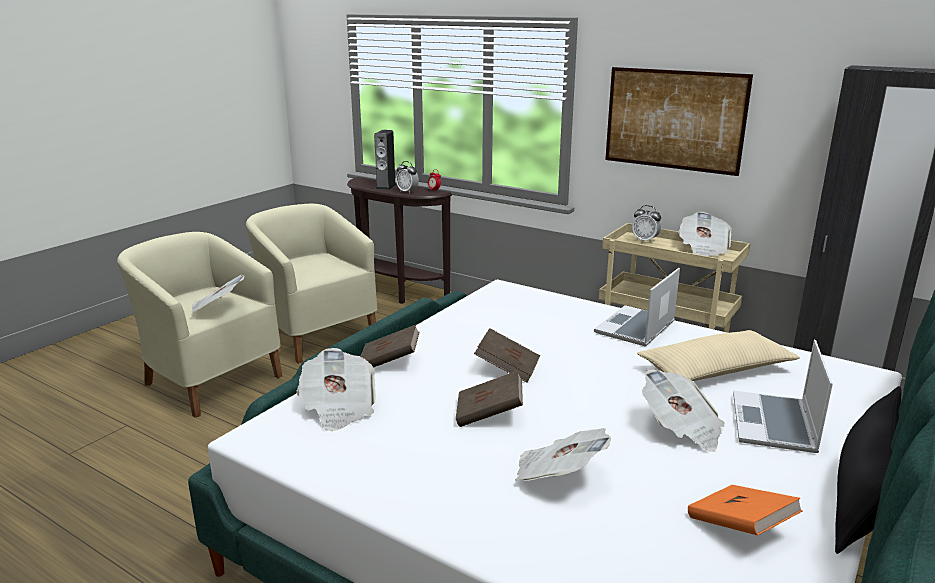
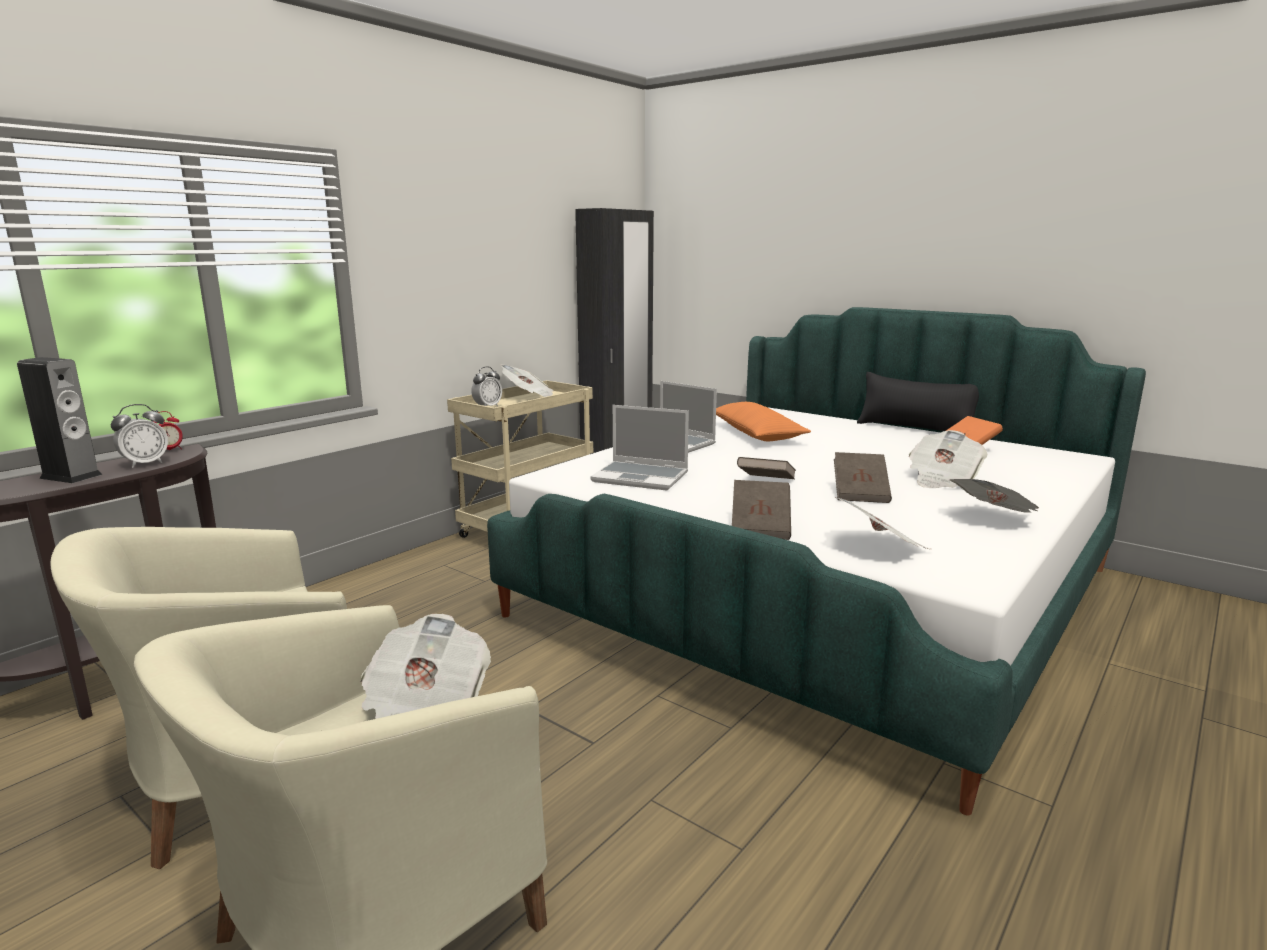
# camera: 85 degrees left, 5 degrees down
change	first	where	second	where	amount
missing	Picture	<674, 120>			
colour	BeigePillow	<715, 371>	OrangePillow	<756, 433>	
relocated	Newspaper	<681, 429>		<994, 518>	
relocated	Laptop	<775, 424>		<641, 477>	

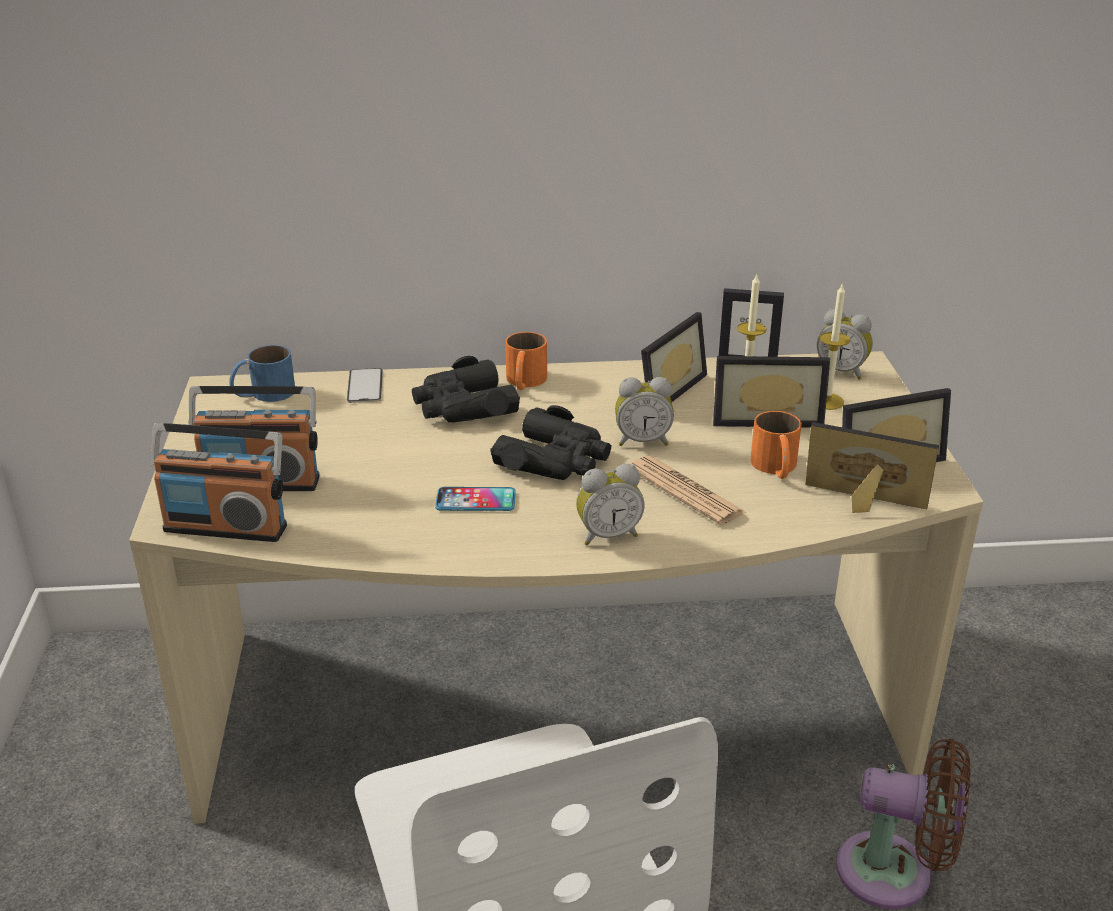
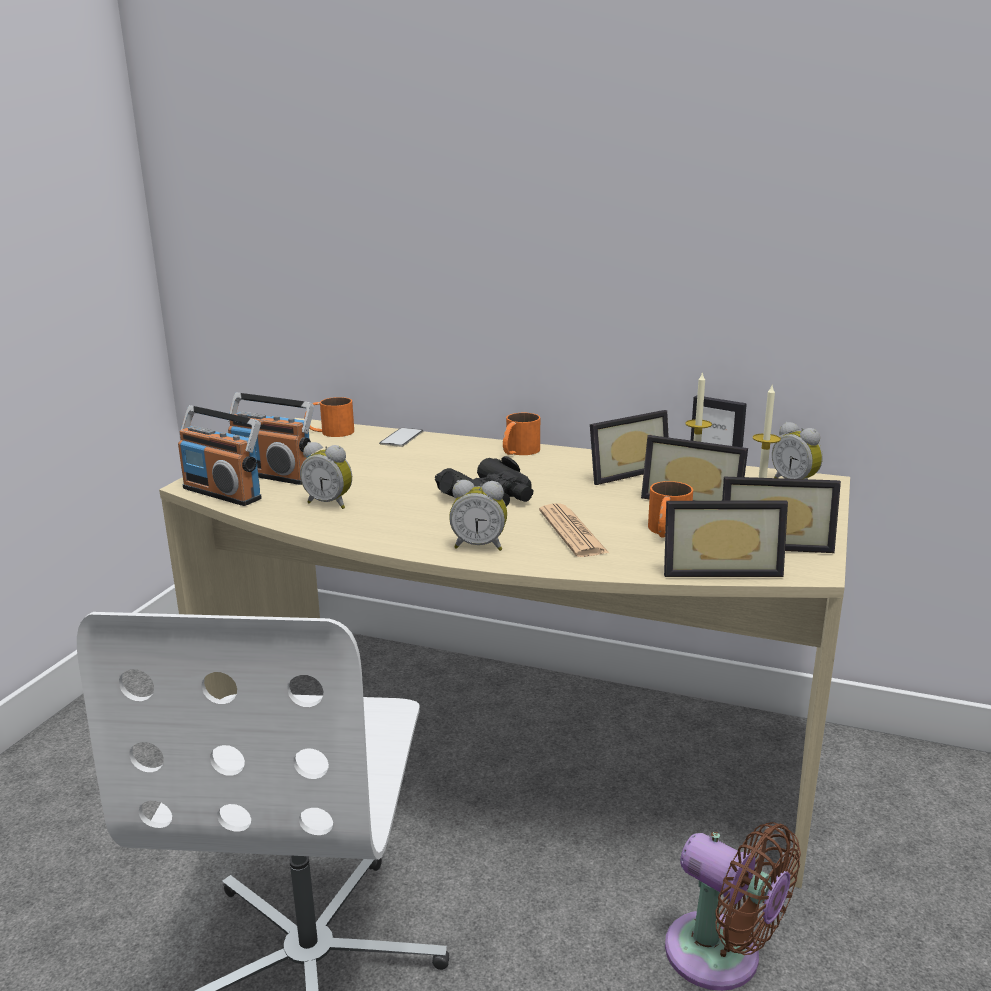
# camera: 25 degrees right, 10 degrees down
change	first	where	second	where	amount
colour	BlueMug	<263, 394>	OrangeMug	<329, 432>	
missing	BlackBinoculars	<463, 406>			
missing	Phone	<475, 500>			
relocated	AlarmClock	<642, 441>		<330, 503>	
spun	PictureFrame	<862, 505>		<719, 568>	135 degrees clockwise

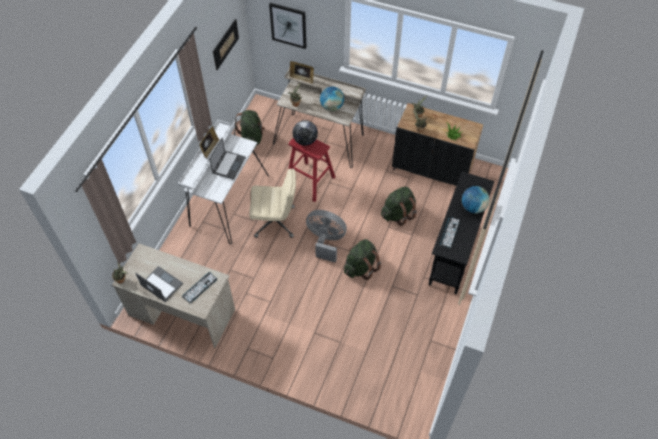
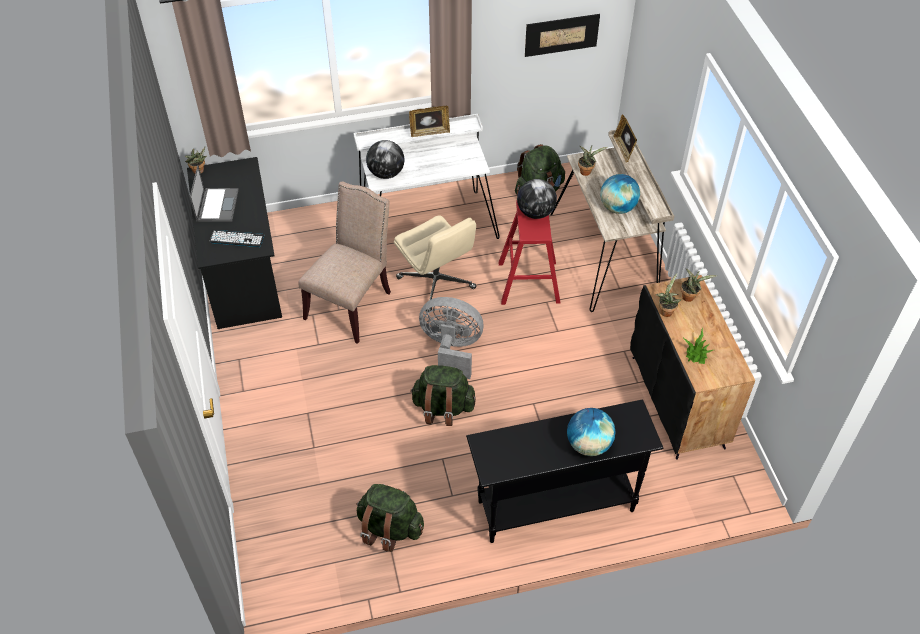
# camera: 55 degrees right, 5 degrees down
change	first	where	second	where	amount
colour	BeigeDesk	<182, 312>	BlackDesk	<243, 273>	
missing	Laptop	<229, 164>			
missing	Picture	<288, 25>			
spun	GreyFan	<326, 241>		<451, 349>	60 degrees counterclockwise
relocated	GreenBackpack	<398, 214>		<389, 528>	
missing	Keyboard	<450, 233>			
appeared			BeigeChair	<351, 304>	
appeared			Globe	<386, 173>	

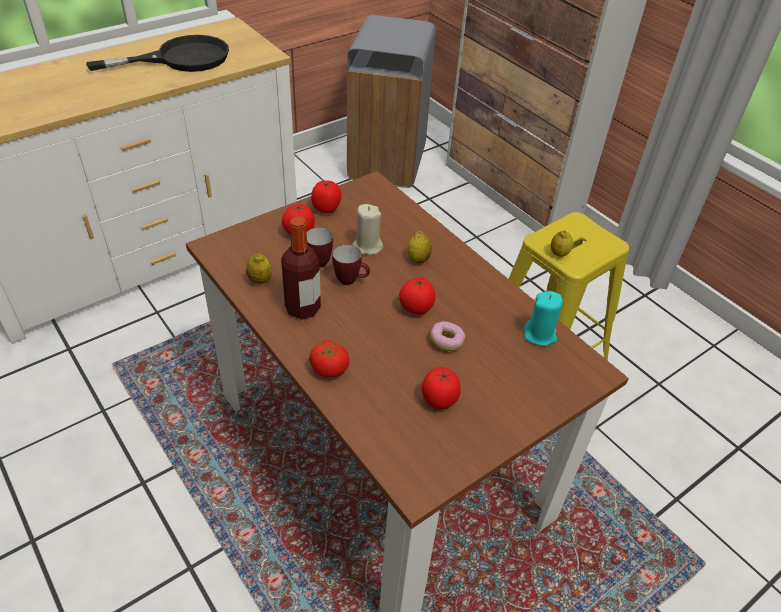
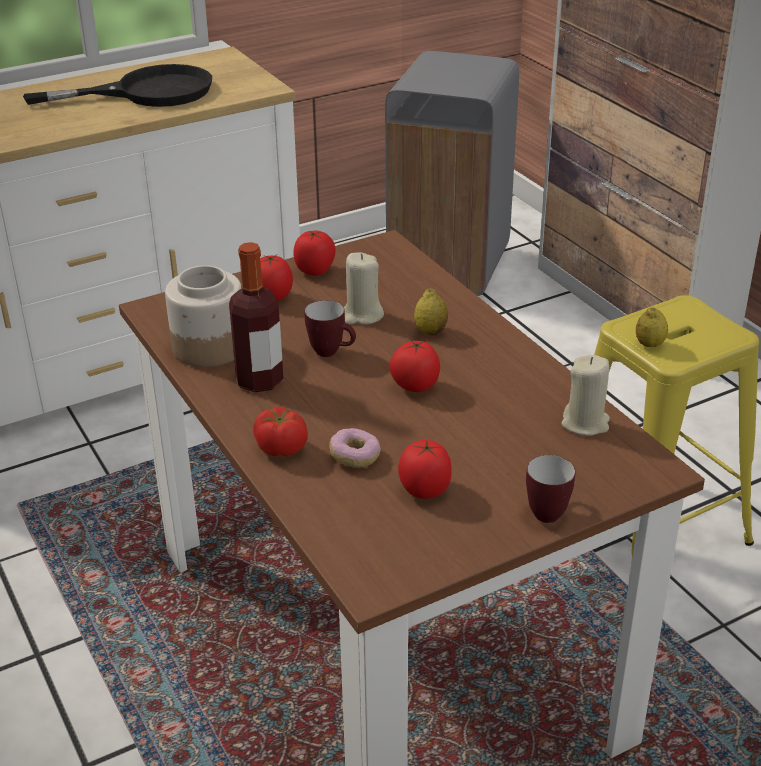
# camera: 10 degrees right, 10 degrees down
change	first	where	second	where	amount
exchanged	Lemon	<260, 280>	Jar	<208, 347>	
relocated	Mug	<320, 260>		<547, 511>	
relocated	Donut	<446, 341>		<355, 457>	
colour	TurquoiseCandle	<540, 335>	BeigeCandle	<585, 423>	

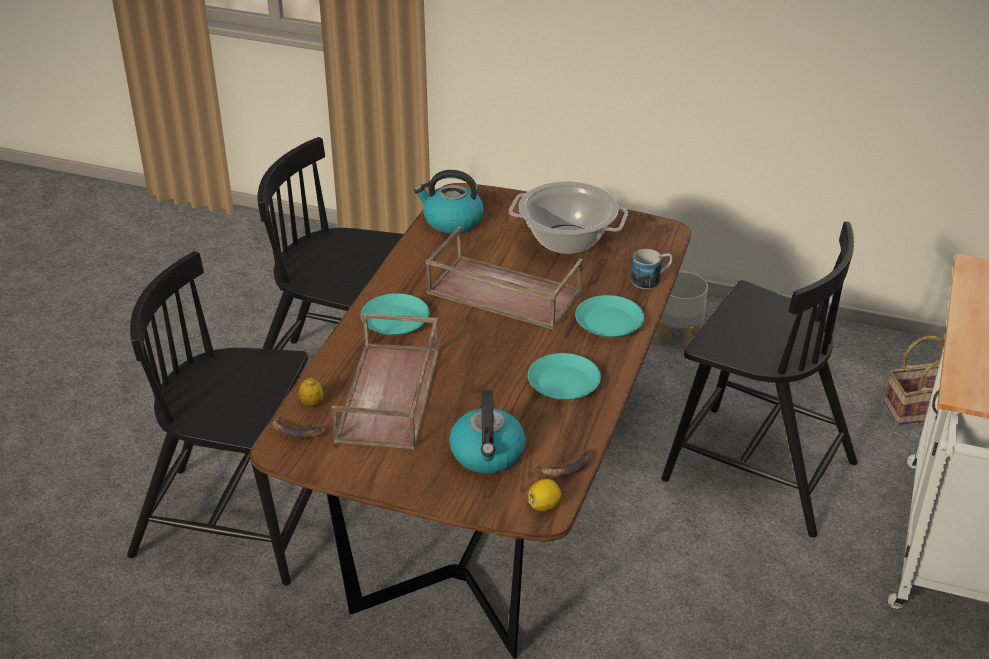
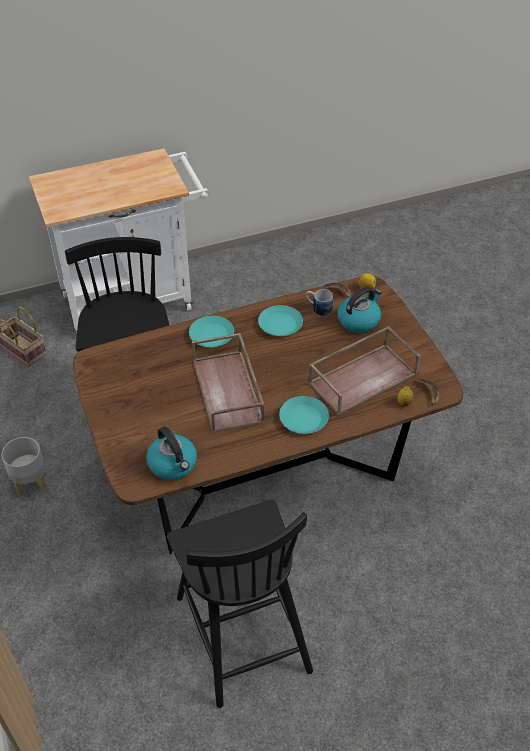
# camera: 130 degrees left, 10 degrees up
change	first	where	second	where	amount
missing	BlackChair	<236, 524>			
missing	CookingPot	<566, 240>			
relocated	Mug	<651, 280>		<318, 308>	

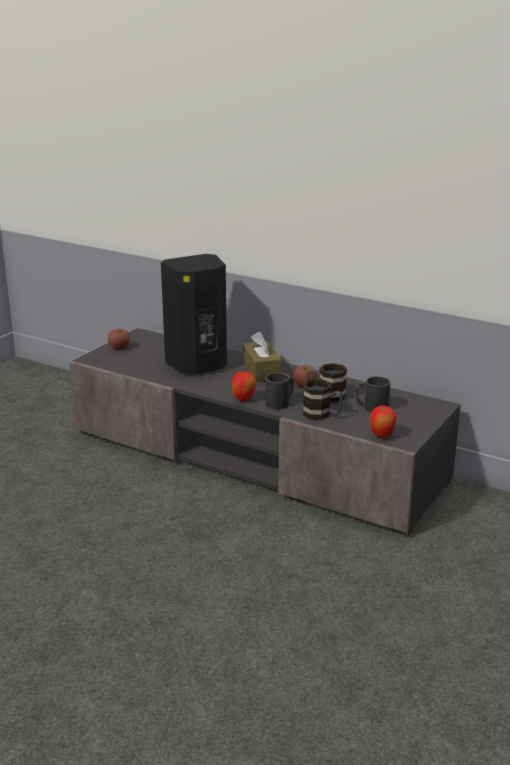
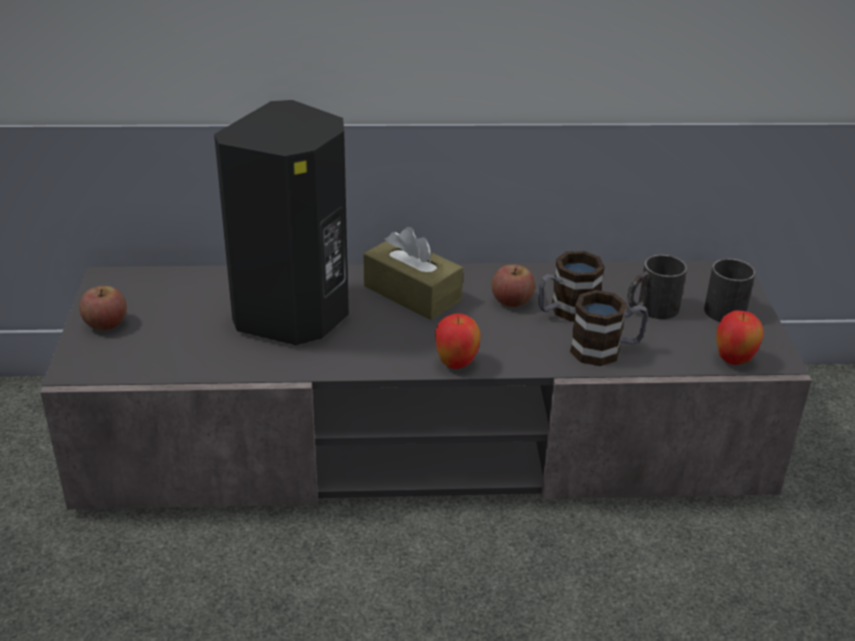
# camera: 35 degrees left, 10 degrees up
change	first	where	second	where	amount
relocated	BlackMug	<281, 402>		<725, 306>	

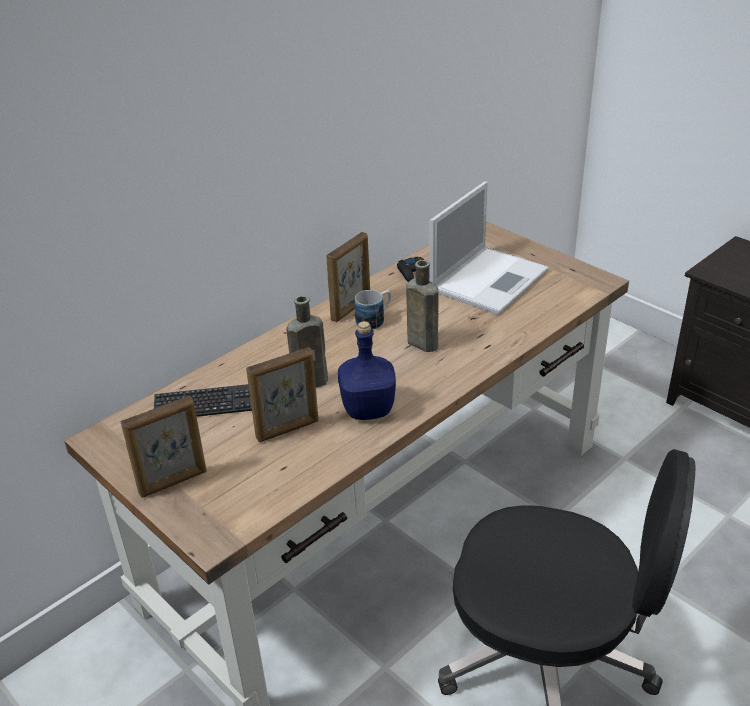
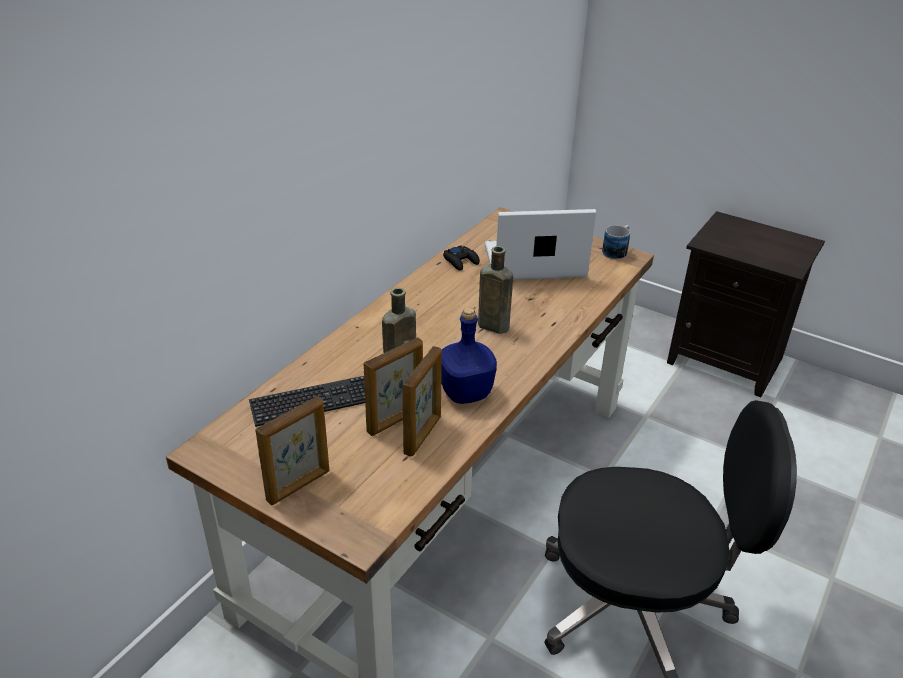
# camera: 15 degrees left, 0 degrees up
change	first	where	second	where	amount
relocated	PictureFrame	<351, 308>		<423, 435>	
relocated	Mug	<375, 319>		<617, 251>	
spun	Laptop	<490, 279>		<532, 262>	120 degrees counterclockwise

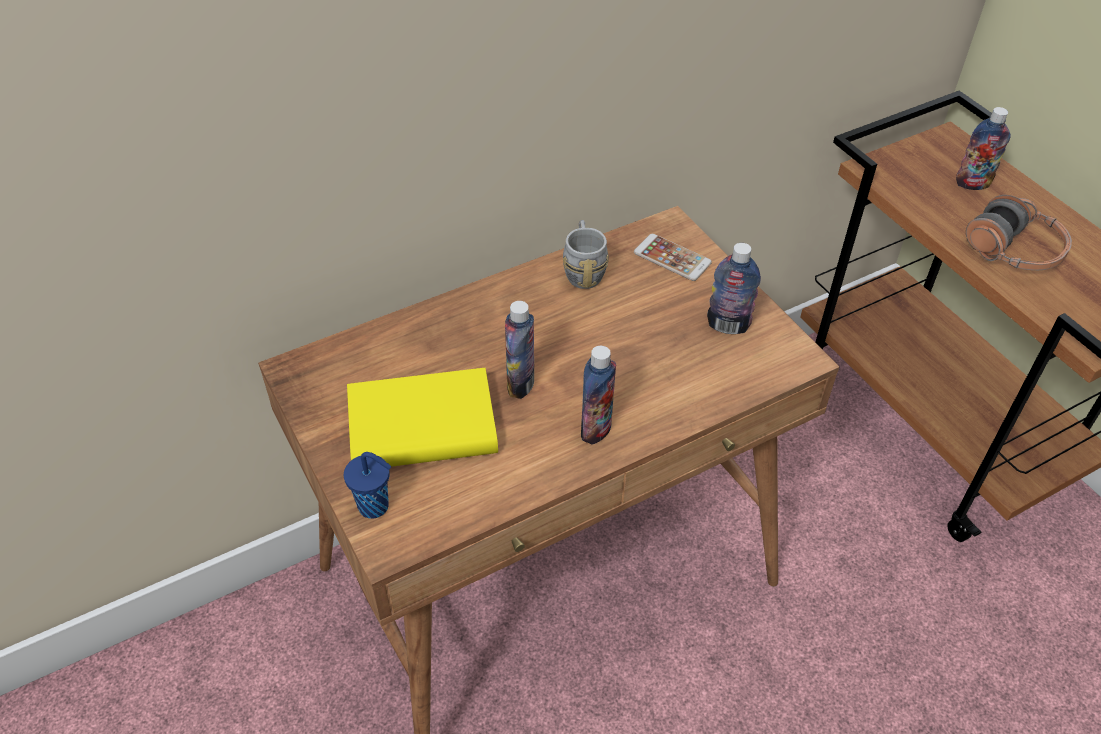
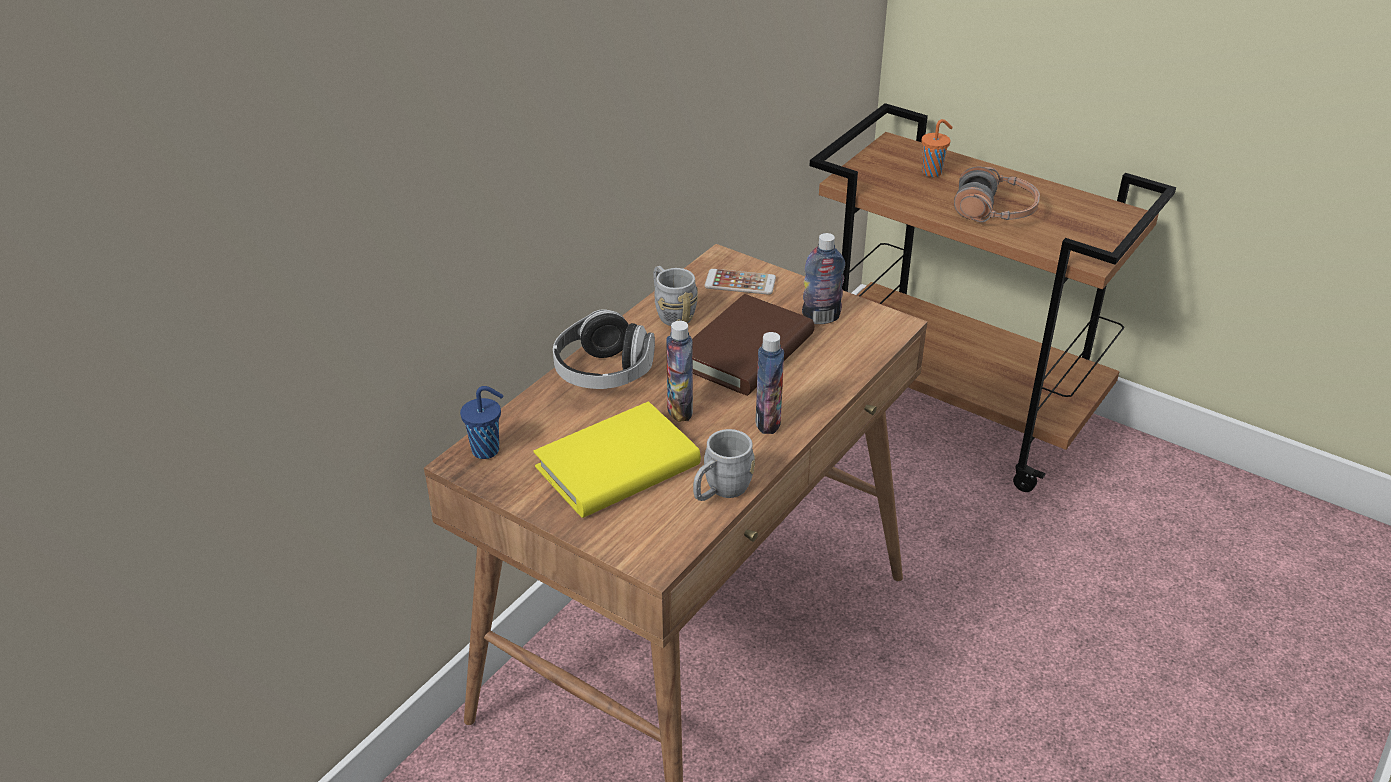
# camera: 25 degrees left, 10 degrees down
change	first	where	second	where	amount
relocated	BlueCup	<375, 507>		<487, 450>	
exchanged	Bottle	<972, 184>	OrangeCup	<933, 172>	
appeared			Headphones	<604, 373>	
appeared			BrownBook	<746, 351>	
appeared			GreyMug	<720, 491>	

